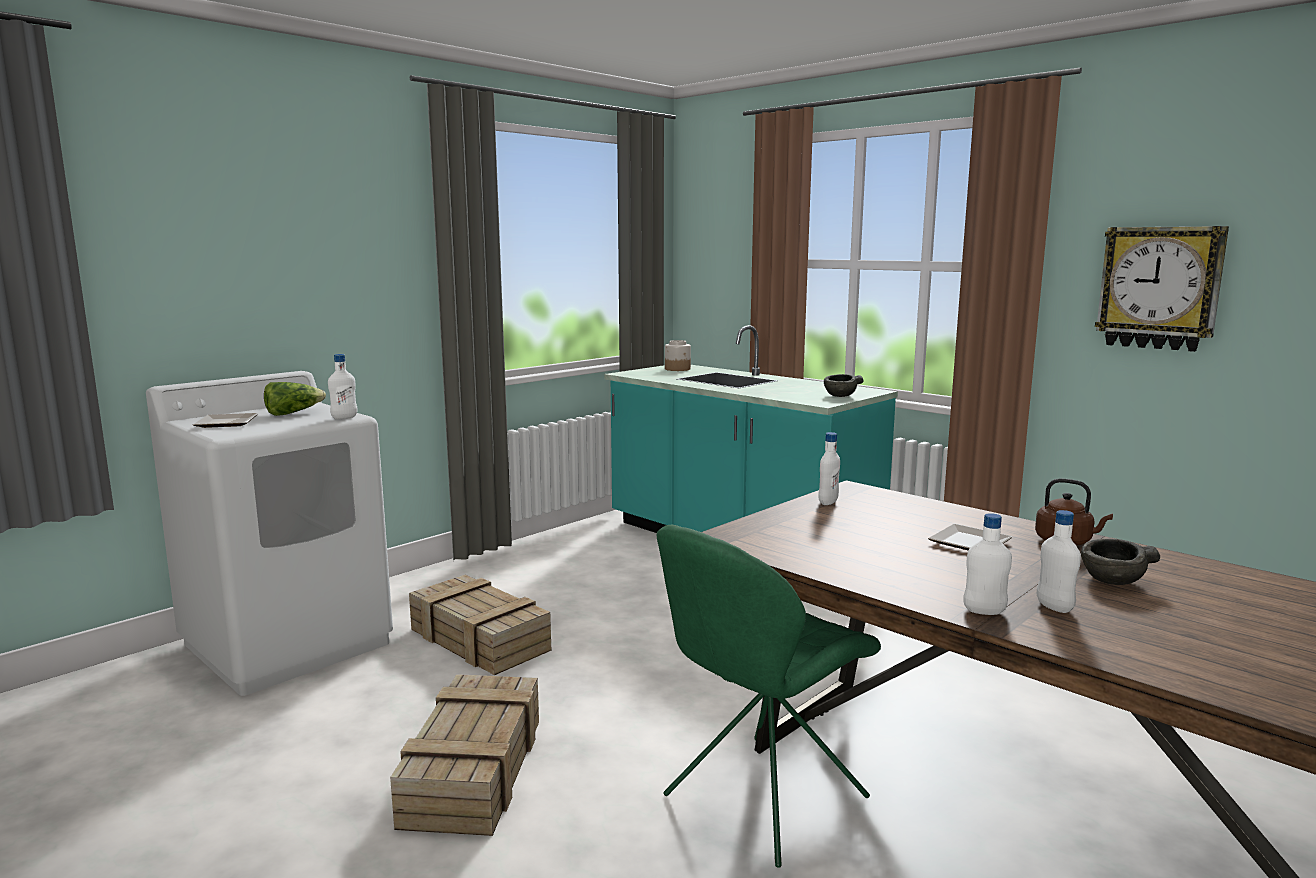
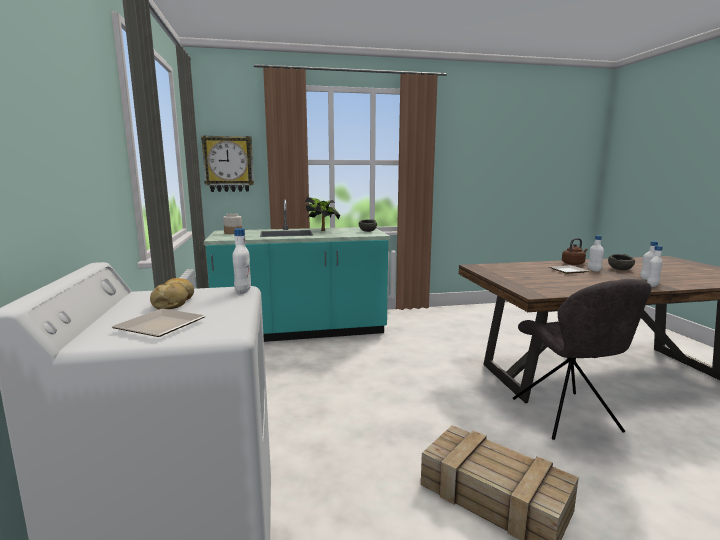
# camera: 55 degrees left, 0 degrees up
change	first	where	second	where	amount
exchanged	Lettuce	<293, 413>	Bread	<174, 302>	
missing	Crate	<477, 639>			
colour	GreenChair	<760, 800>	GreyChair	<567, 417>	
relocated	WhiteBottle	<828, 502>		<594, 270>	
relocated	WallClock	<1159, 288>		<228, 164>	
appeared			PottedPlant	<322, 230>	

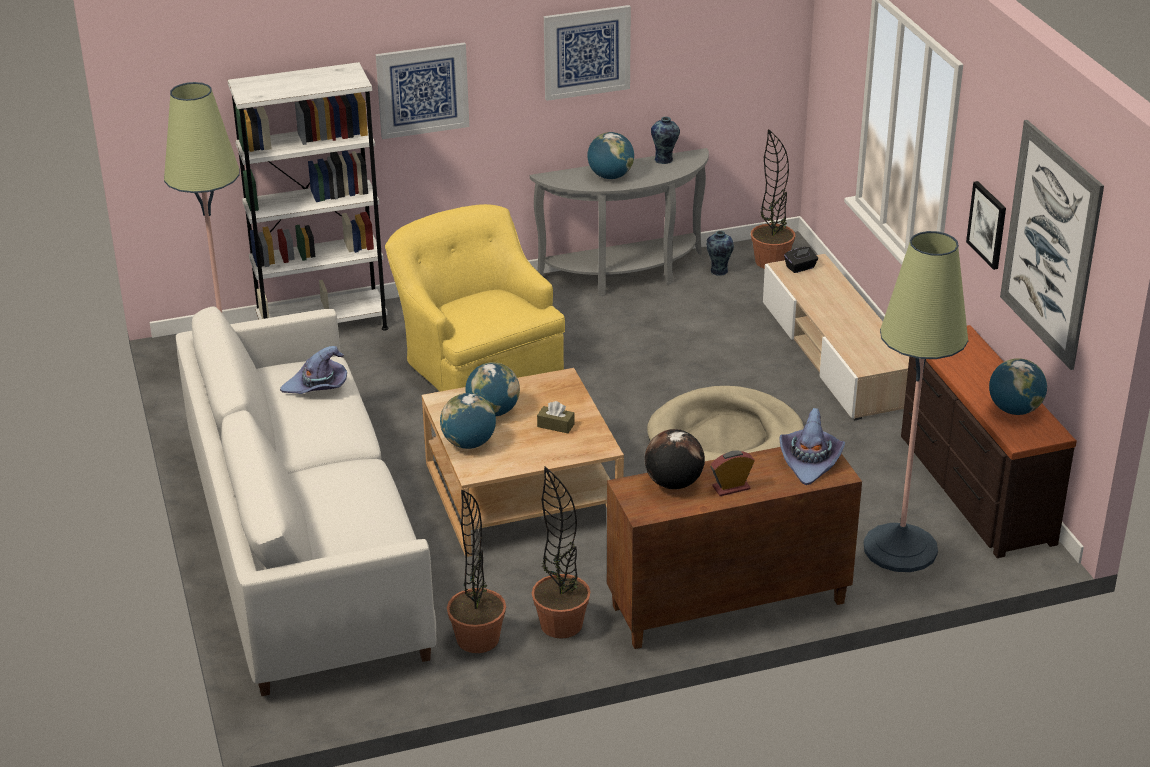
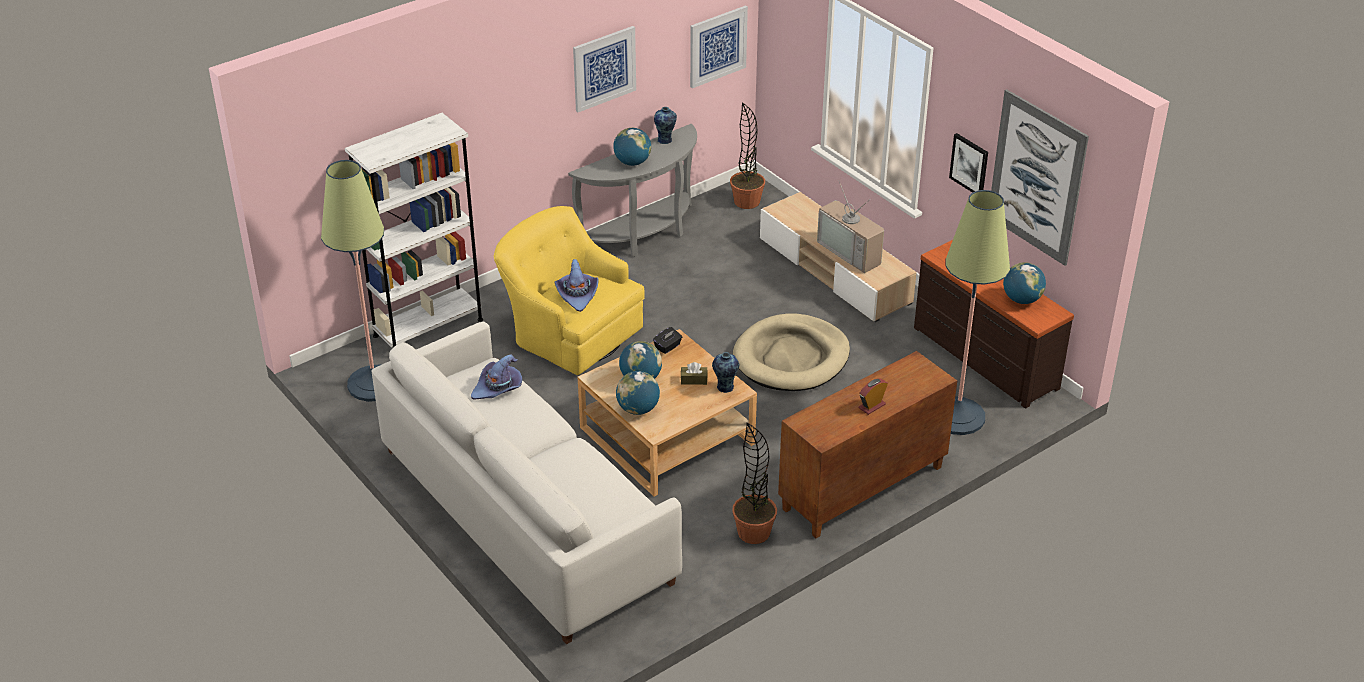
# camera: 20 degrees left, 5 degrees up
change	first	where	second	where	amount
relocated	Picture	<422, 90>		<717, 46>	
missing	PottedPlant	<477, 639>			
missing	Globe	<673, 483>			
relocated	Vase	<718, 271>		<725, 388>	
relocated	PurpleHat	<810, 461>		<577, 294>	
relocated	BlackTissueBox	<800, 267>		<668, 347>	
appeared			Television	<852, 251>	

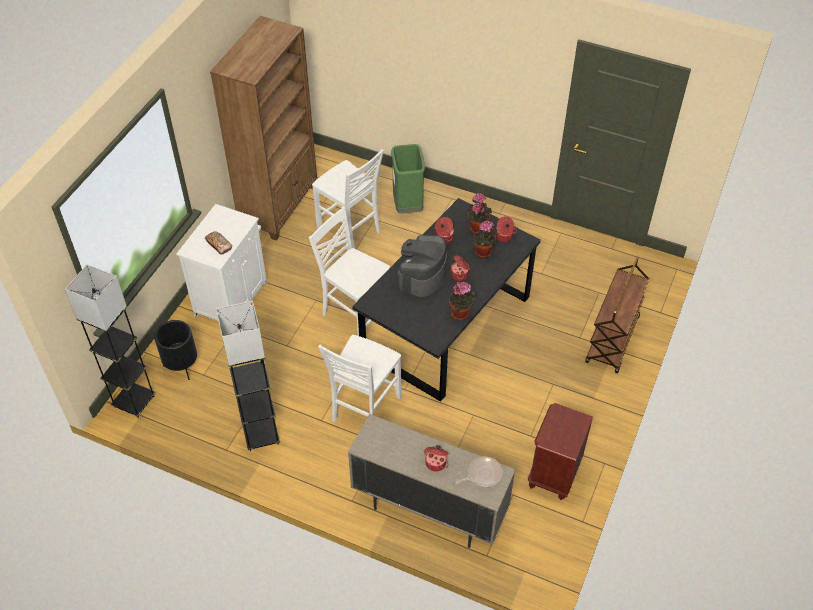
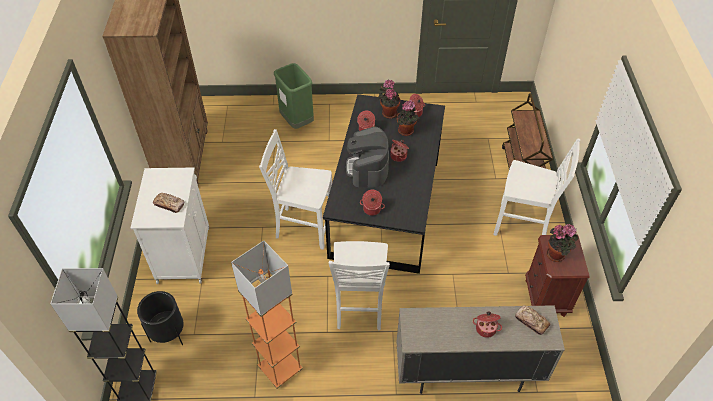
# camera: 25 degrees left, 0 degrees up
change	first	where	second	where	amount
colour	GreyFloorLamp	<261, 435>	OrangeFloorLamp	<280, 369>	
relocated	WhiteChair	<350, 231>		<523, 225>	
relocated	PottedPlant	<461, 314>		<557, 255>	
exchanged	FryingPan	<483, 474>	Bread	<531, 322>	
appeared			CookingPot	<371, 209>	

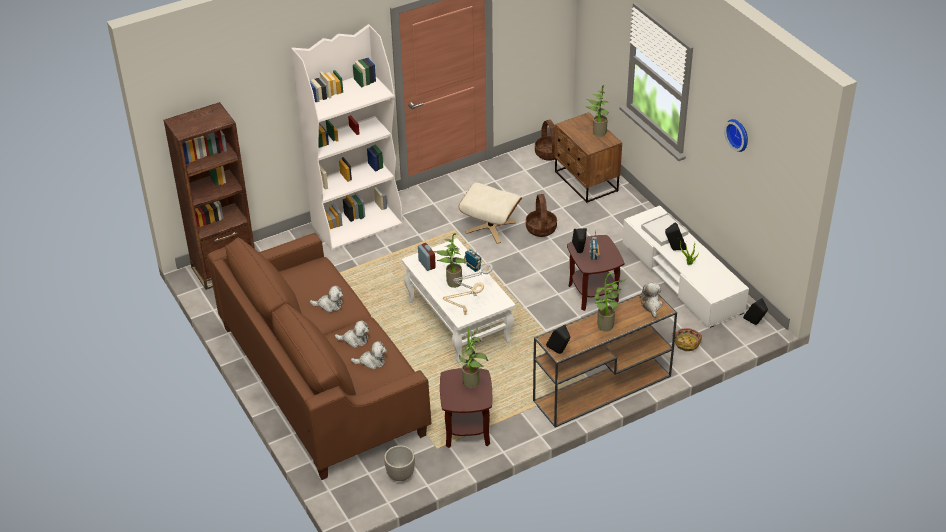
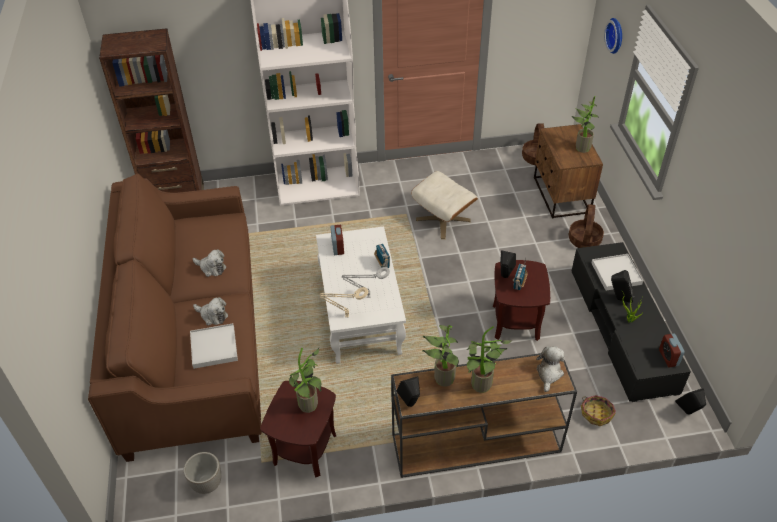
# camera: 20 degrees right, 5 degrees up
change	first	where	second	where	amount
exchanged	PlushToy	<371, 362>	WhiteTray	<214, 347>	
relocated	PottedPlant	<452, 283>		<441, 378>	
relocated	Basket	<541, 229>		<584, 240>	
colour	WhiteTvStand	<682, 277>	BlackTvStand	<622, 330>	
relocated	WallClock	<739, 134>		<616, 35>	
appeared			AlarmClock	<668, 357>	

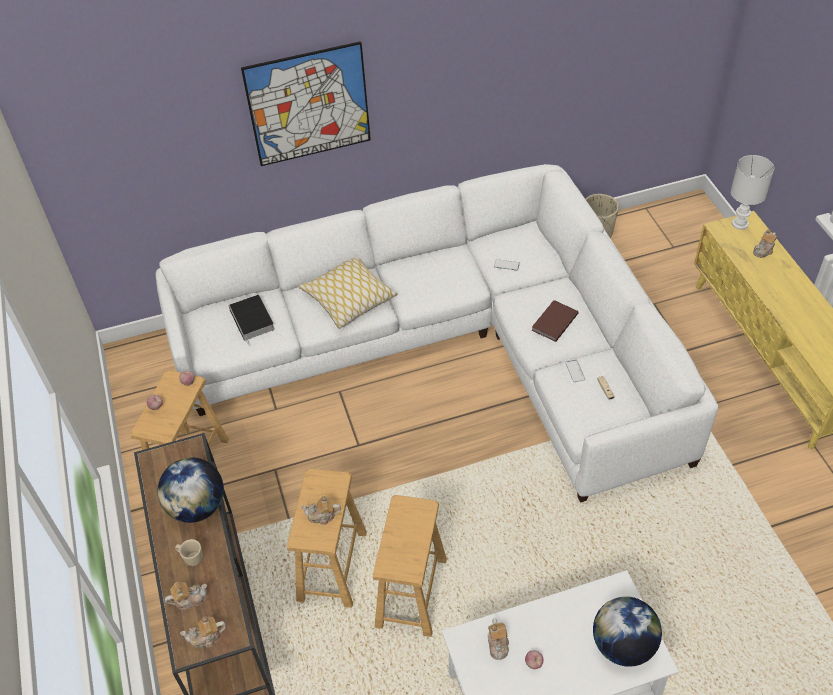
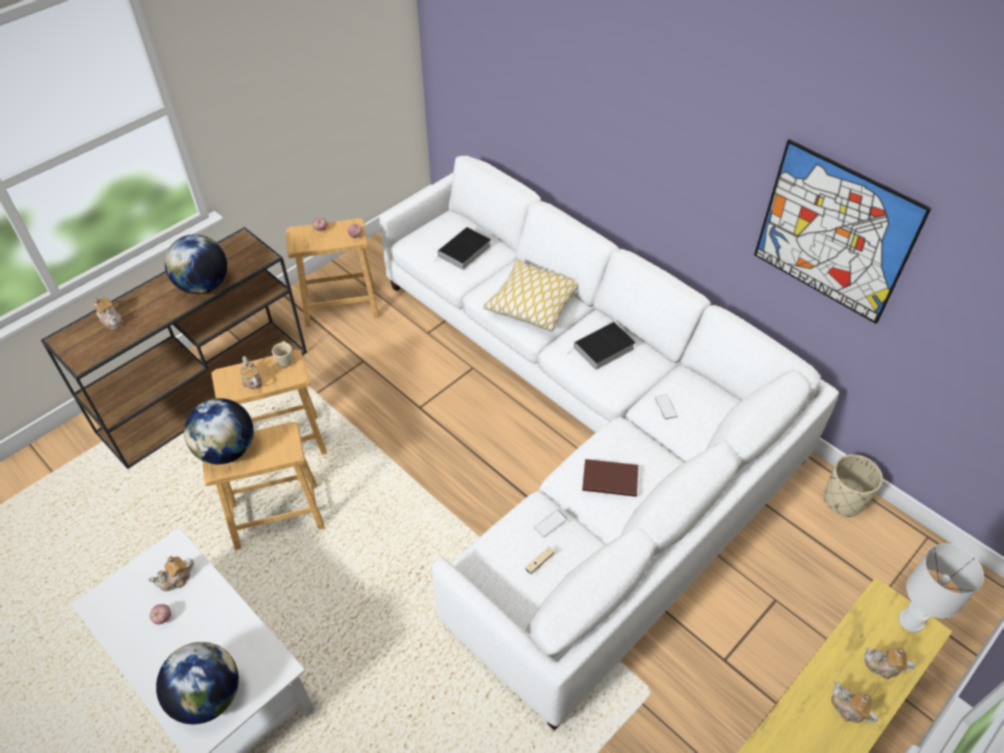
# camera: 60 degrees right, 0 degrees up
change	first	where	second	where	amount
relocated	BeigeMug	<191, 558>		<285, 359>	
relocated	Teapot	<206, 637>		<848, 708>	
relocated	Picture	<308, 105>		<834, 233>	
appeared			Globe	<227, 450>	
appeared			Book	<603, 349>	

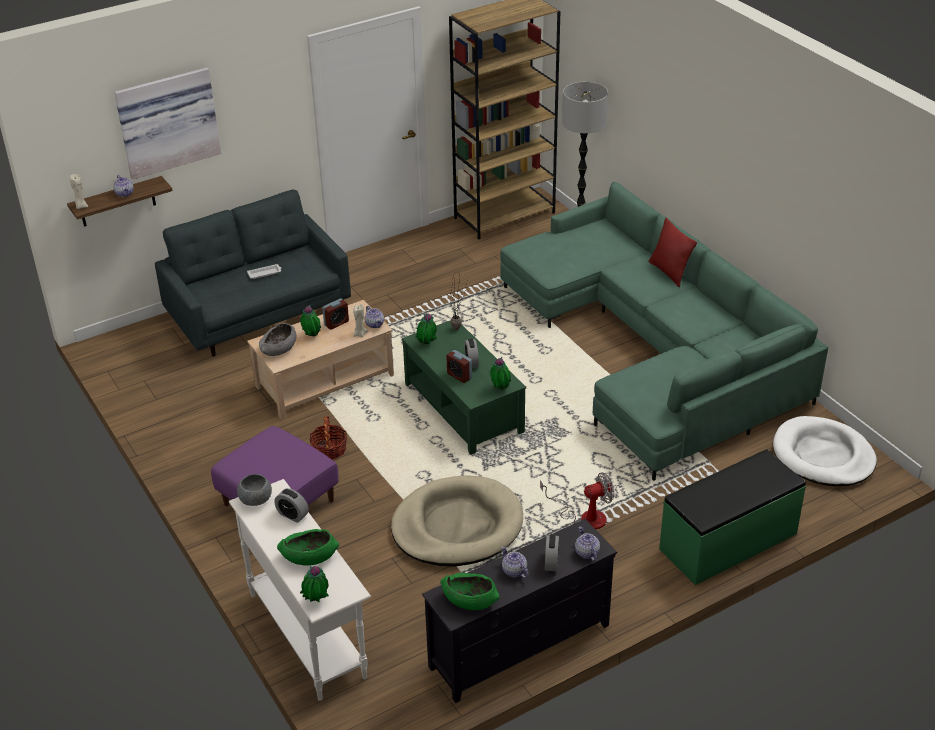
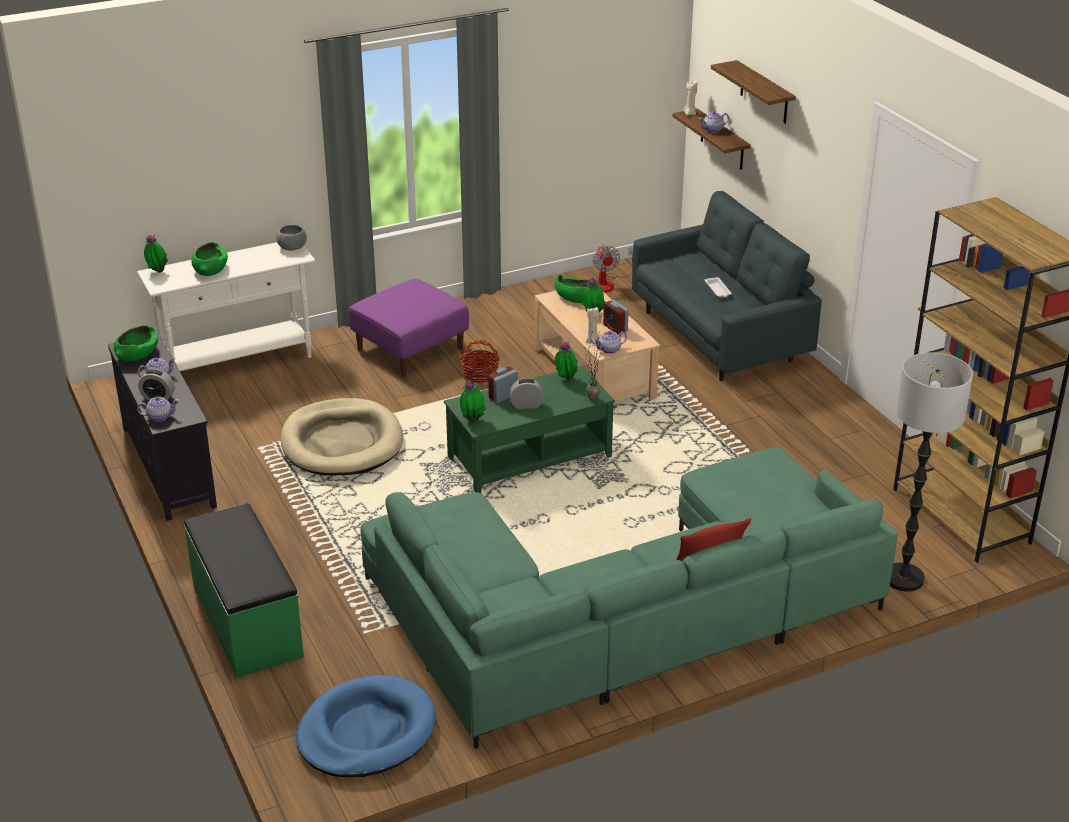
# camera: 95 degrees right, 5 degrees down
change	first	where	second	where	amount
exchanged	Picture	<167, 121>	Shelf	<764, 93>	
colour	GreyBowl	<279, 349>	GreenBowl	<574, 297>	
missing	AlarmClock	<292, 515>			
relocated	Fan	<584, 516>		<608, 283>	
colour	WhiteDogBed	<823, 456>	BlueDogBed	<366, 732>	

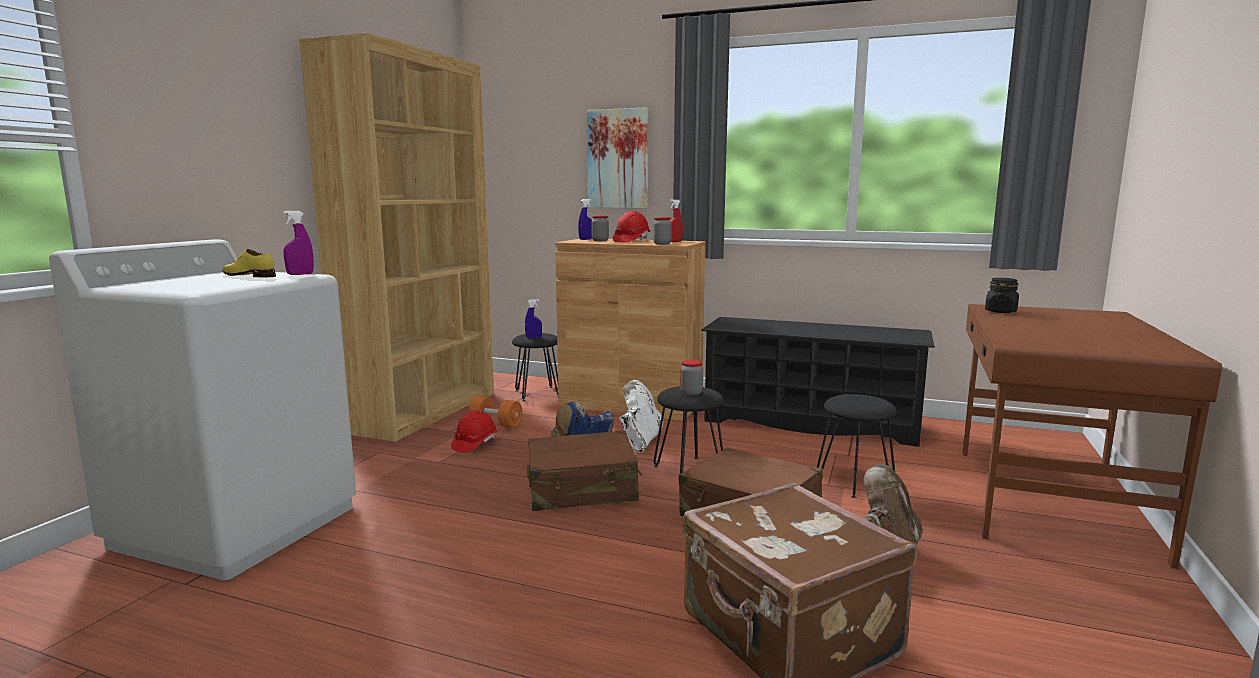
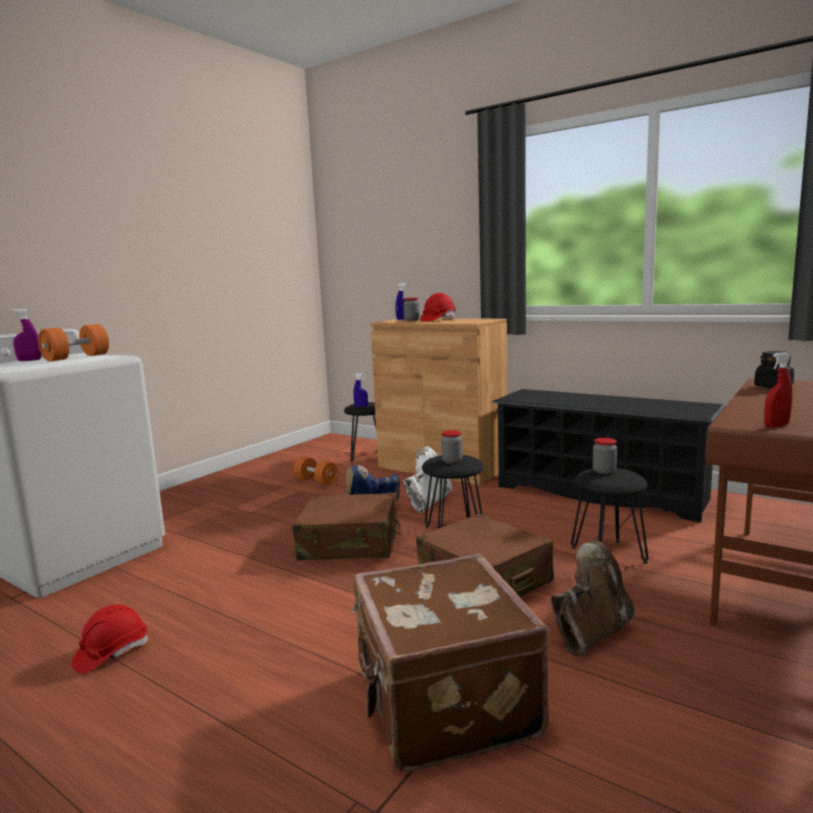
# camera: 15 degrees right, 0 degrees up
change	first	where	second	where	amount
exchanged	YellowShoe	<249, 276>	OrangeDumbbell	<76, 357>	
relocated	PurpleSprayBottle	<300, 274>		<29, 360>	
missing	BrownBookcase	<422, 411>			
relocated	RedHardHat	<474, 444>		<111, 653>	
missing	Picture	<618, 159>			
relocated	Jar	<662, 244>		<604, 471>	
relocated	RedSprayBottle	<674, 242>		<776, 425>	

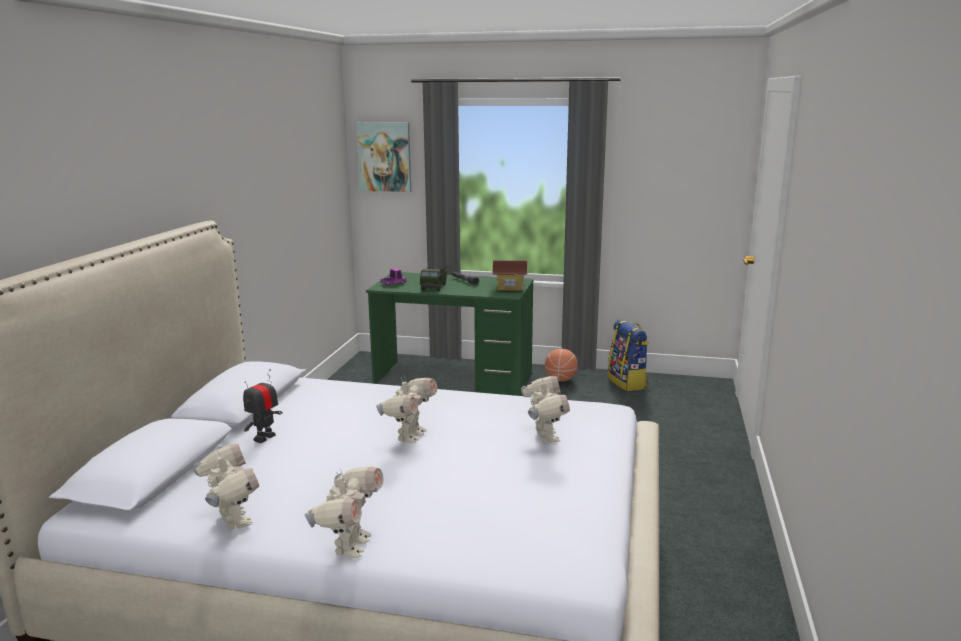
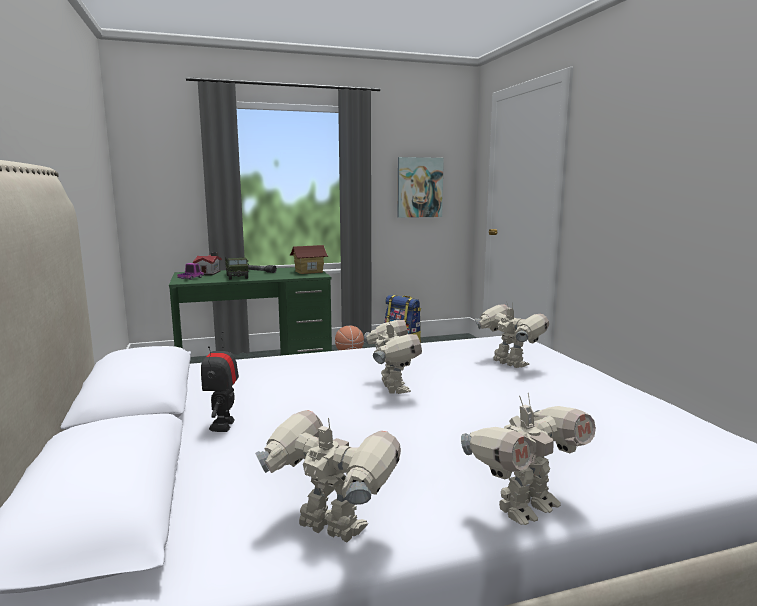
# camera: 30 degrees left, 5 degrees down
change	first	where	second	where	amount
spun	ToyRobot	<349, 546>		<524, 507>	75 degrees clockwise
relocated	Picture	<384, 157>		<419, 187>	
appeared			ToyHouse	<209, 273>	

